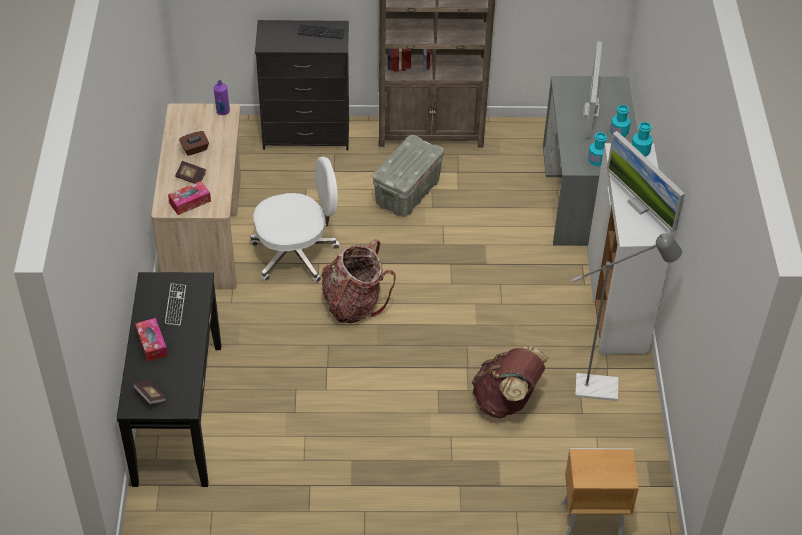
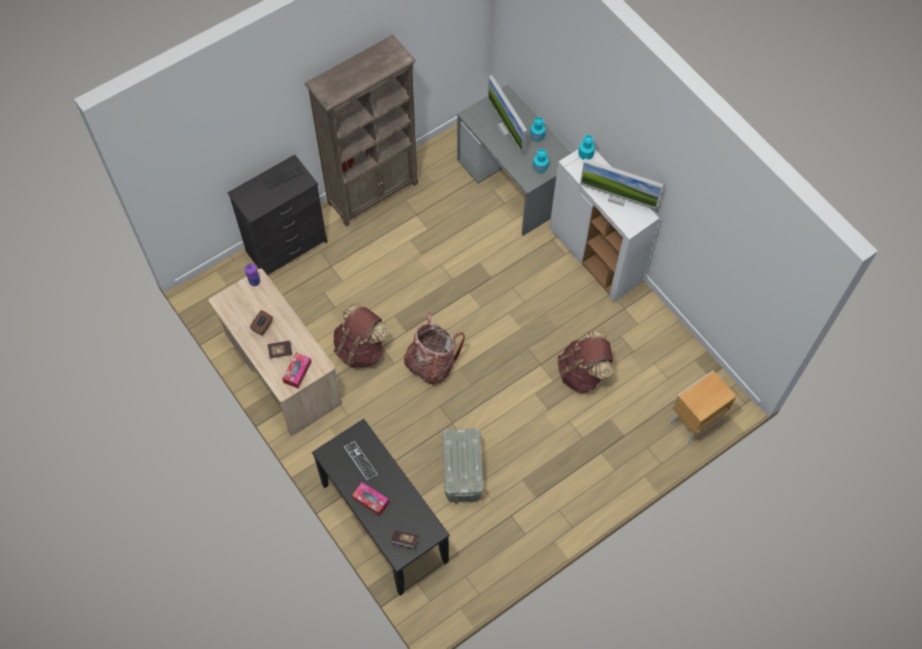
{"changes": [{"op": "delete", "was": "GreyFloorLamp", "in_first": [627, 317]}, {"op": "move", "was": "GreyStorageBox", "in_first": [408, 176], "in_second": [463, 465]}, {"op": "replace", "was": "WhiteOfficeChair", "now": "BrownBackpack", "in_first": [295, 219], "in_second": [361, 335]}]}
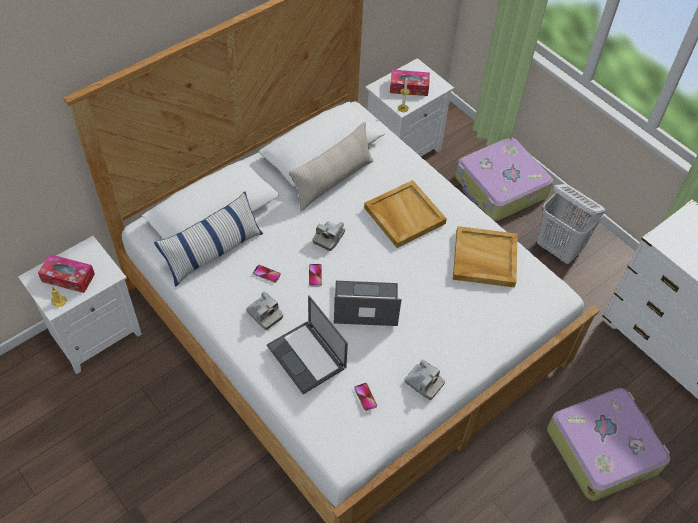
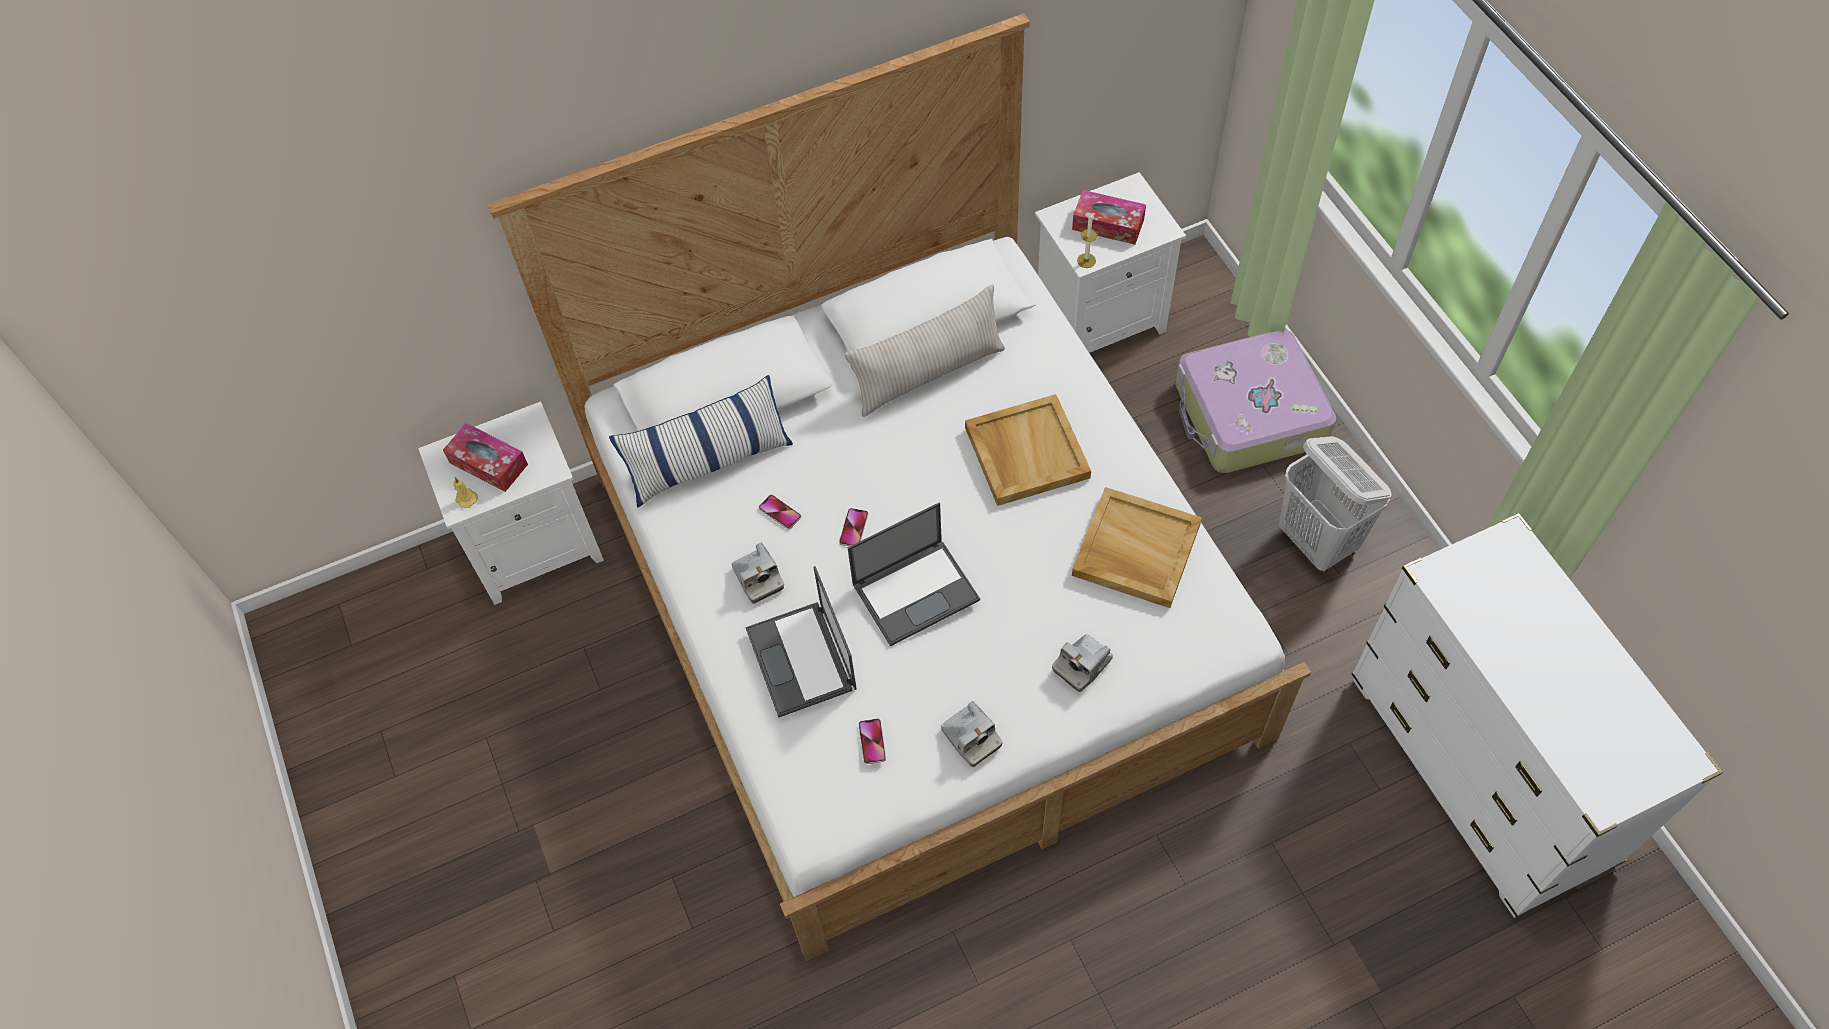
{"changes": [{"op": "delete", "was": "Suitcase", "in_first": [608, 444]}, {"op": "move", "was": "PhotoCamera", "in_first": [329, 236], "in_second": [1082, 663]}, {"op": "rotate", "was": "Laptop", "in_first": [368, 303], "in_second": [914, 574], "clockwise": 135}]}
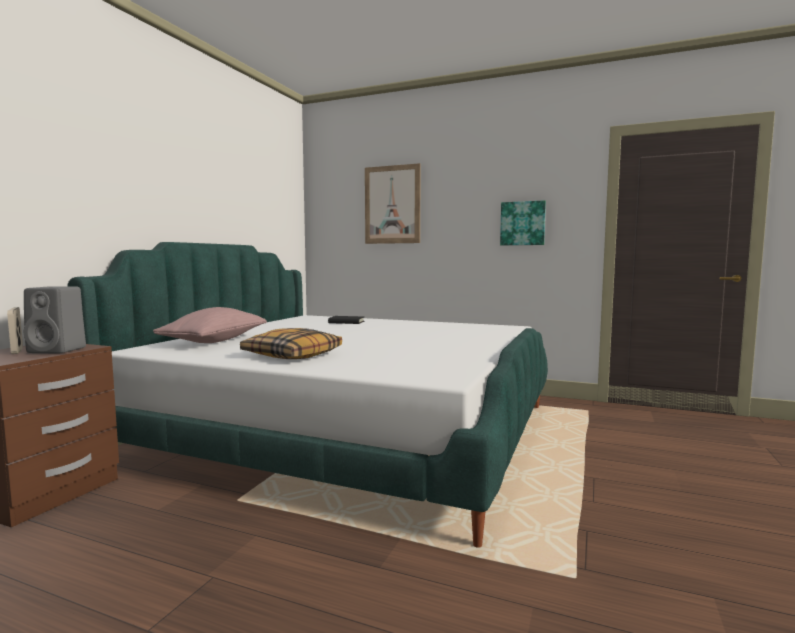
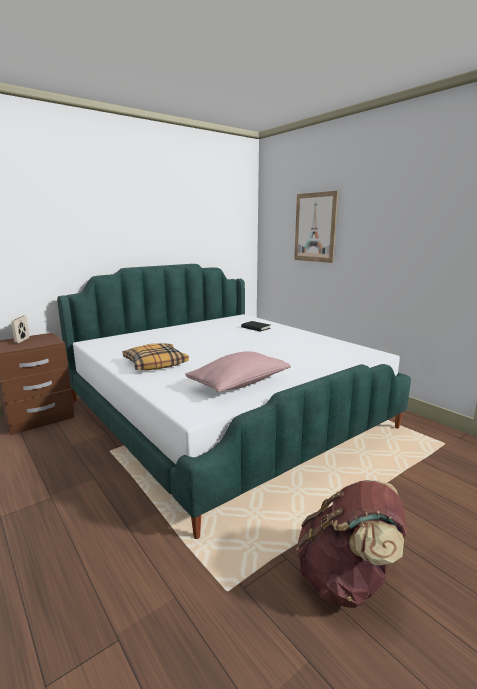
{"changes": [{"op": "delete", "was": "GreySpeaker", "in_first": [55, 320]}, {"op": "delete", "was": "Picture", "in_first": [523, 222]}, {"op": "insert", "now": "BrownBackpack", "in_second": [351, 544]}, {"op": "move", "was": "PinkPillow", "in_first": [210, 325], "in_second": [238, 372]}]}
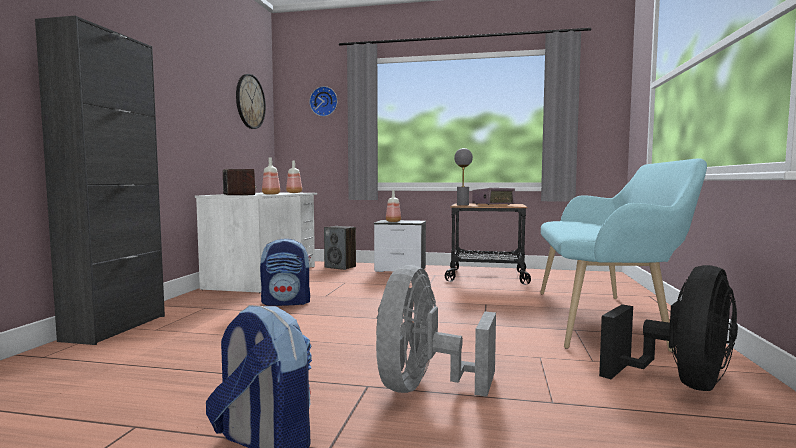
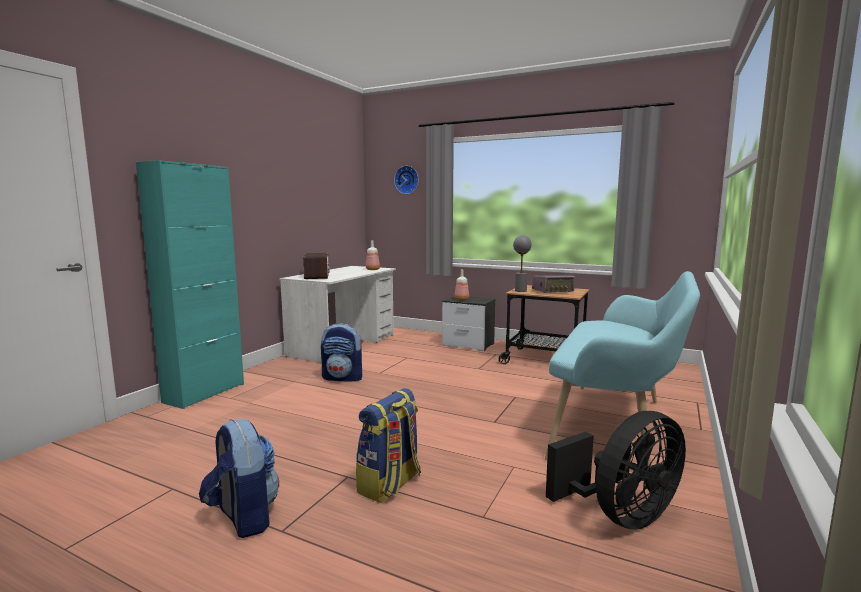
{"changes": [{"op": "delete", "was": "WallClock", "in_first": [251, 101]}, {"op": "delete", "was": "Bottle", "in_first": [271, 176]}, {"op": "delete", "was": "Speaker", "in_first": [340, 248]}, {"op": "replace", "was": "GreyFan", "now": "Backpack", "in_first": [436, 331], "in_second": [388, 445]}, {"op": "recolor", "was": "BlackCabinet", "now": "TurquoiseCabinet", "in_first": [100, 180], "in_second": [190, 284]}]}
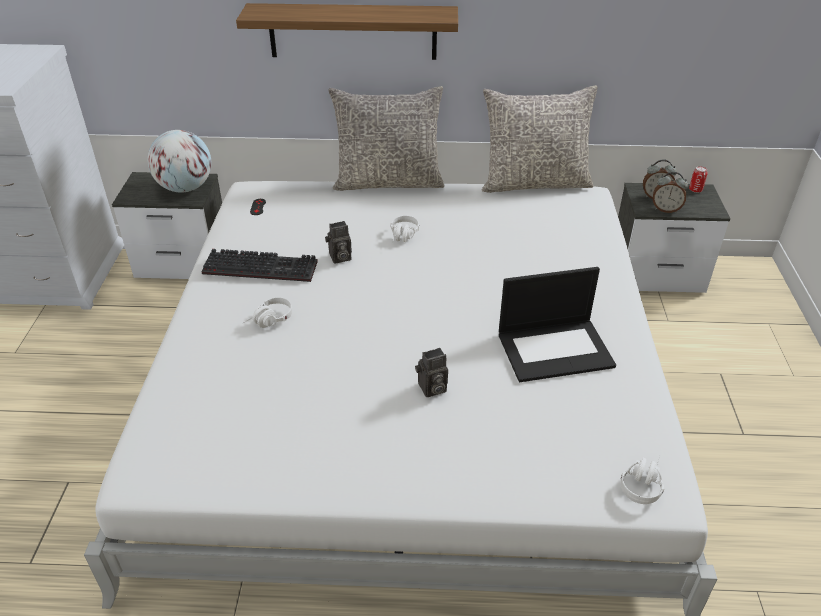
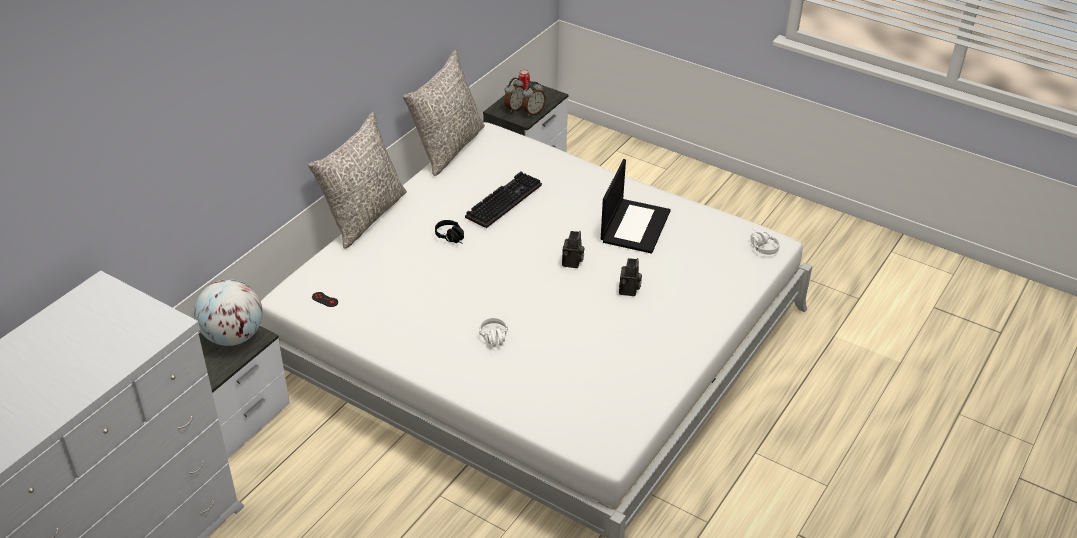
{"changes": [{"op": "delete", "was": "Shelf", "in_first": [347, 31]}, {"op": "move", "was": "Keyboard", "in_first": [259, 265], "in_second": [503, 200]}, {"op": "move", "was": "PhotoCamera", "in_first": [338, 242], "in_second": [573, 249]}, {"op": "recolor", "was": "WhiteHeadphones", "now": "BlackHeadphones", "in_first": [404, 229], "in_second": [449, 232]}]}
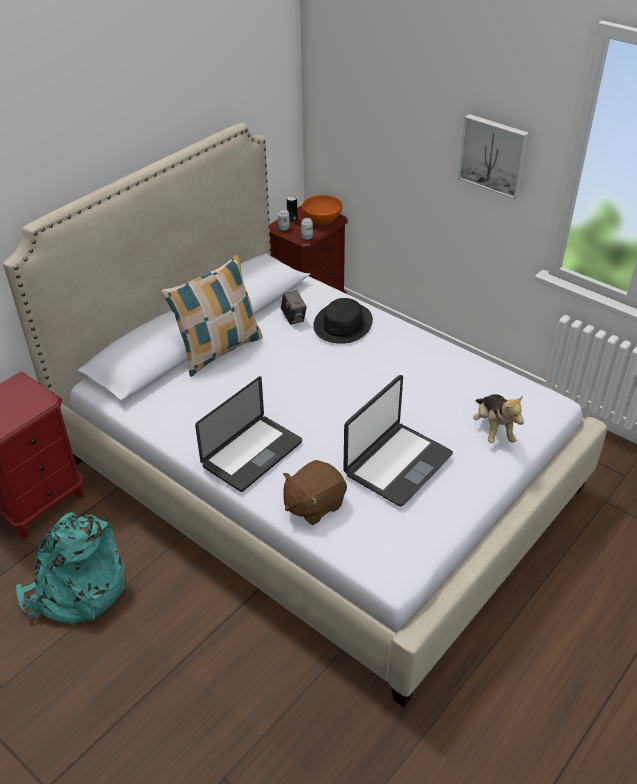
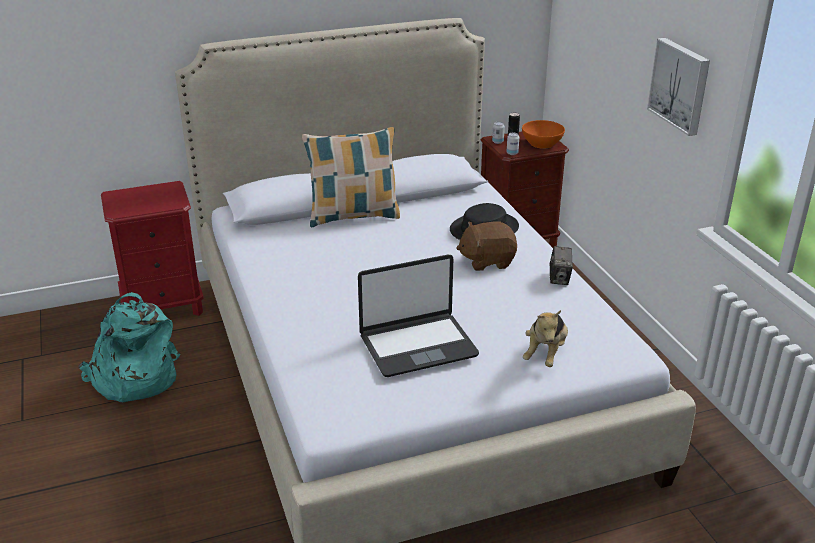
{"changes": [{"op": "delete", "was": "Laptop", "in_first": [248, 434]}, {"op": "move", "was": "PhotoCamera", "in_first": [294, 307], "in_second": [561, 265]}, {"op": "move", "was": "BrownPlushToy", "in_first": [315, 492], "in_second": [486, 246]}]}
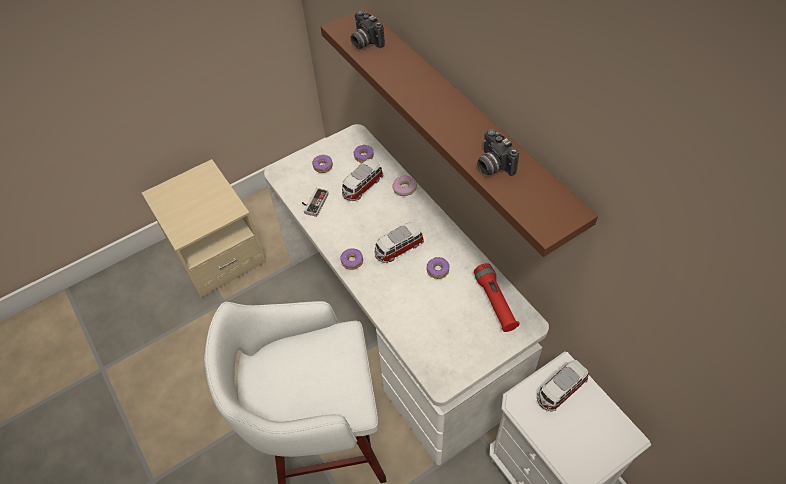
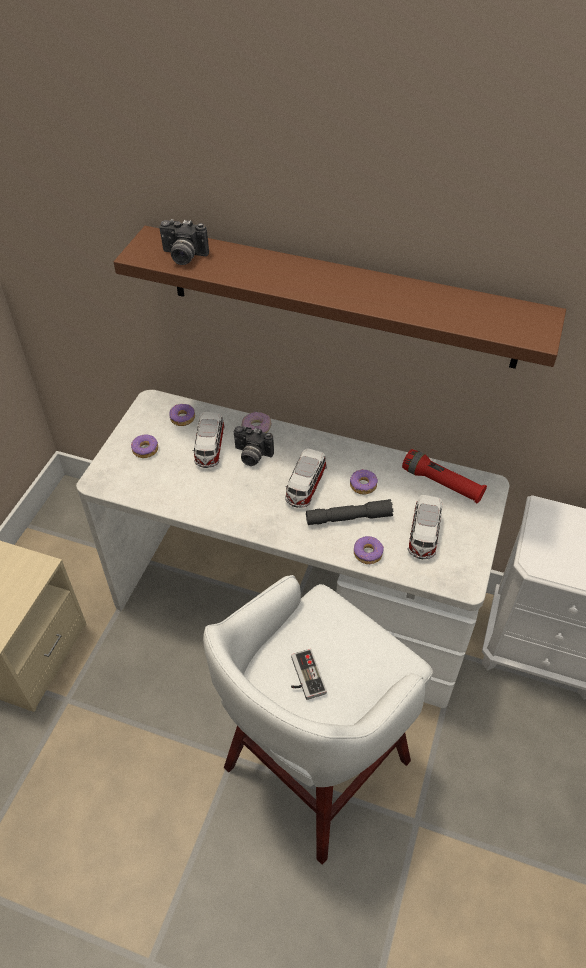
{"changes": [{"op": "insert", "now": "GreyFlashlight", "in_second": [349, 512]}, {"op": "move", "was": "GameController", "in_first": [315, 202], "in_second": [309, 674]}, {"op": "move", "was": "Donut", "in_first": [351, 259], "in_second": [369, 550]}, {"op": "move", "was": "PhotoCamera", "in_first": [498, 152], "in_second": [254, 446]}, {"op": "move", "was": "ToyCar", "in_first": [563, 386], "in_second": [425, 527]}]}
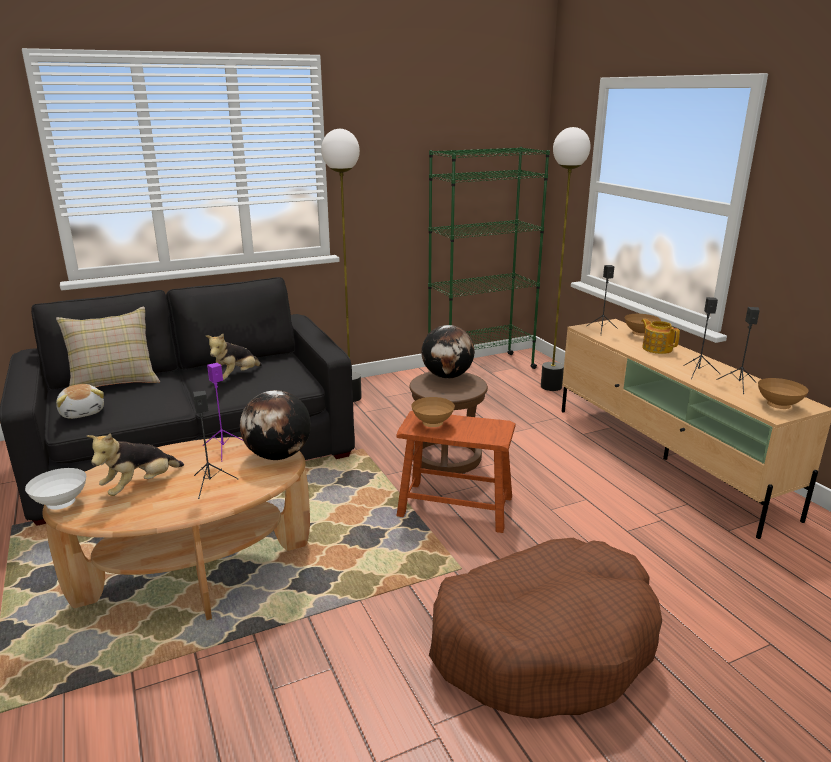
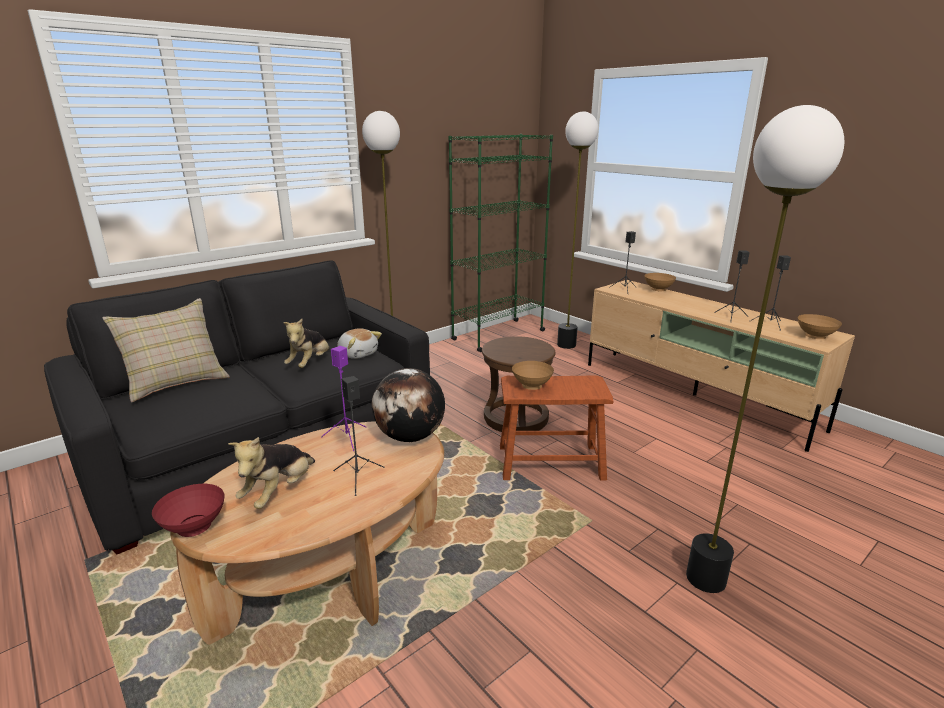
{"changes": [{"op": "delete", "was": "Globe", "in_first": [448, 352]}, {"op": "delete", "was": "Teapot", "in_first": [660, 336]}, {"op": "move", "was": "PlushToy", "in_first": [80, 401], "in_second": [359, 343]}, {"op": "replace", "was": "BrownDogBed", "now": "FloorLamp", "in_first": [545, 628], "in_second": [765, 349]}, {"op": "recolor", "was": "WhiteBowl", "now": "RedBowl", "in_first": [55, 489], "in_second": [188, 510]}]}
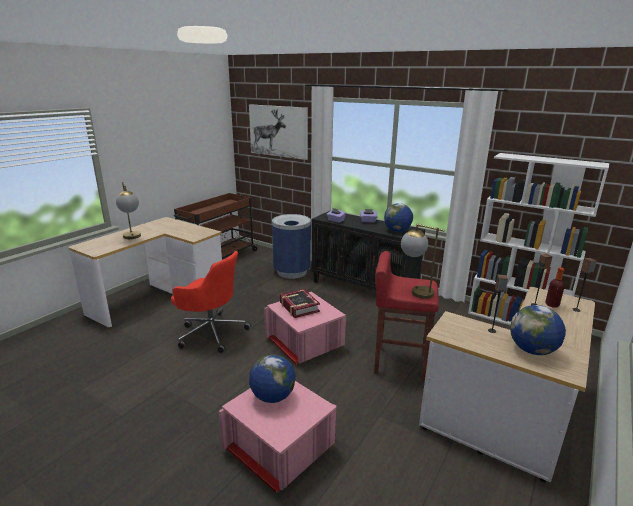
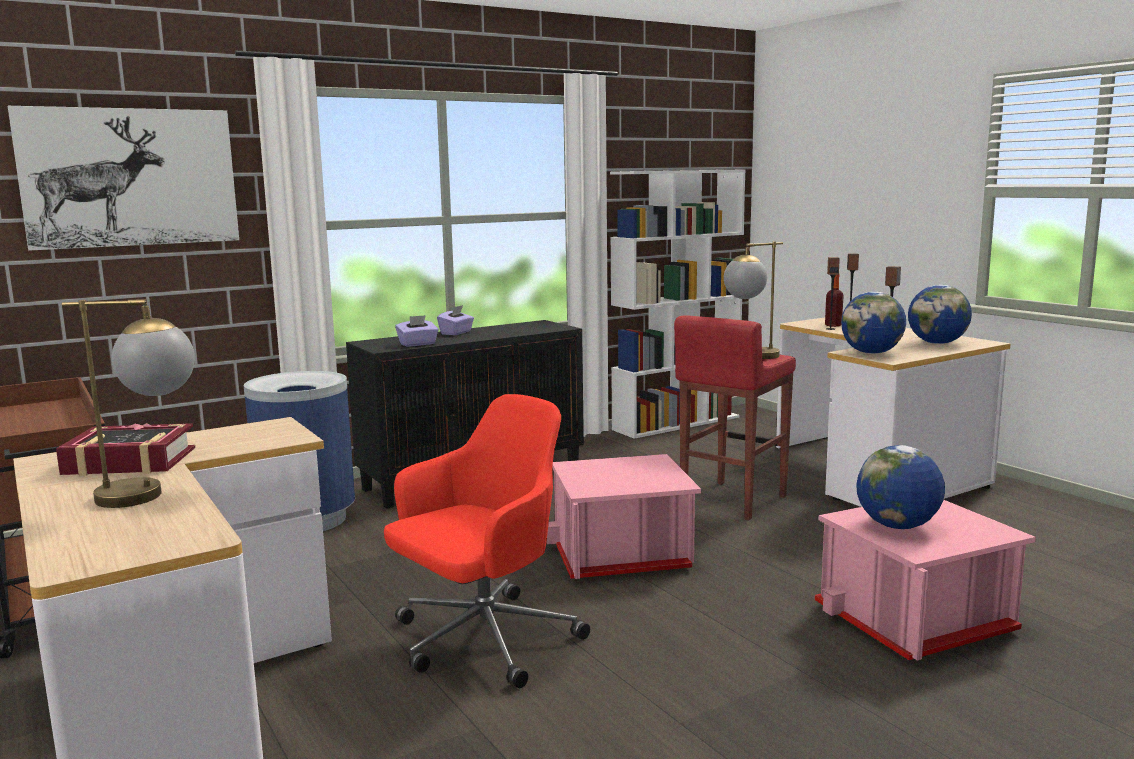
{"changes": [{"op": "move", "was": "Book", "in_first": [300, 303], "in_second": [125, 449]}, {"op": "move", "was": "Globe", "in_first": [398, 217], "in_second": [873, 323]}]}
